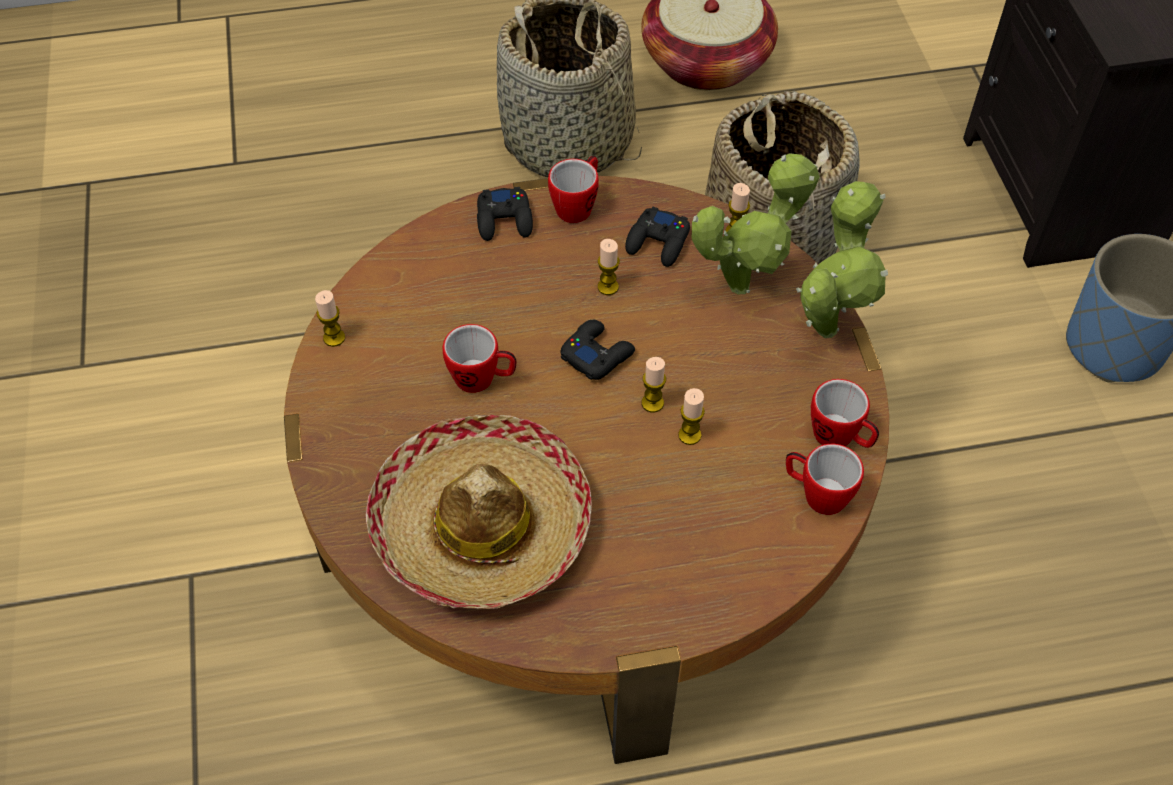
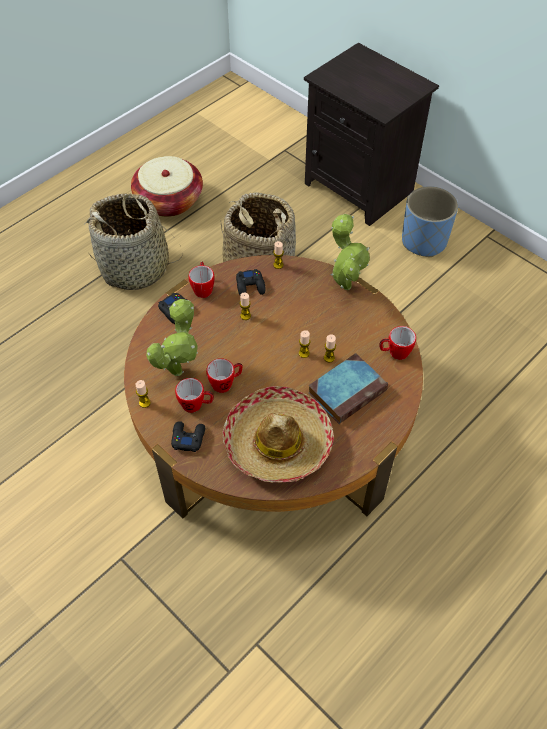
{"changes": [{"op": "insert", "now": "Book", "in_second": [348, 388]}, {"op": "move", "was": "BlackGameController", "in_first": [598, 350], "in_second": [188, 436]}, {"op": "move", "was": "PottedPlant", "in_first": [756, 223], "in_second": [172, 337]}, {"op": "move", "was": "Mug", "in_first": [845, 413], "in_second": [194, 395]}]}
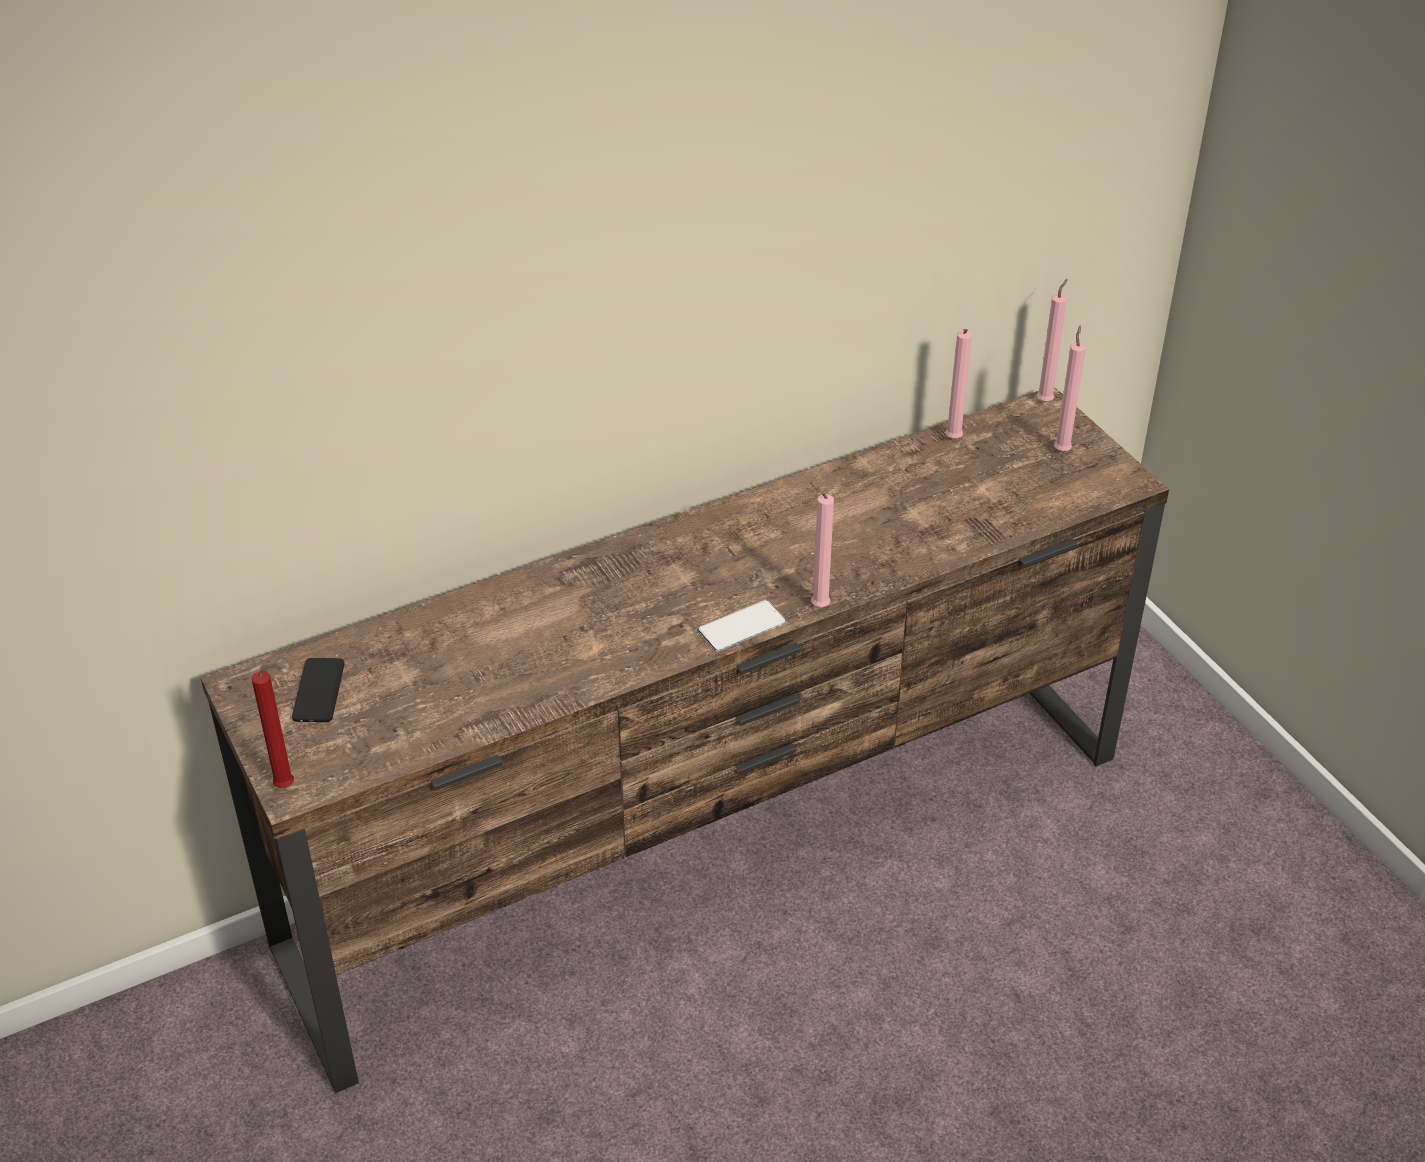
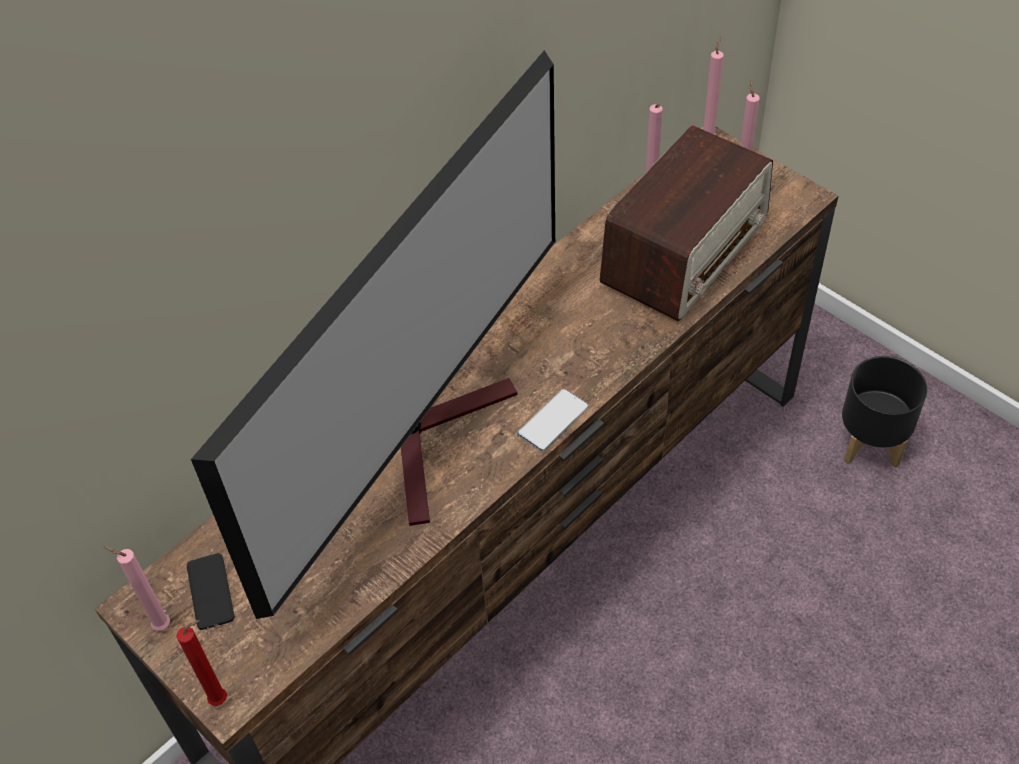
{"changes": [{"op": "insert", "now": "Television", "in_second": [373, 334]}, {"op": "insert", "now": "Radio", "in_second": [686, 223]}, {"op": "insert", "now": "BlackPlanter", "in_second": [884, 412]}, {"op": "move", "was": "PinkCandle", "in_first": [822, 544], "in_second": [136, 588]}]}
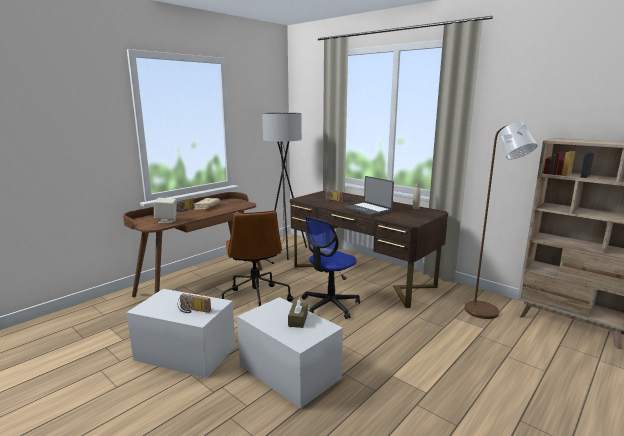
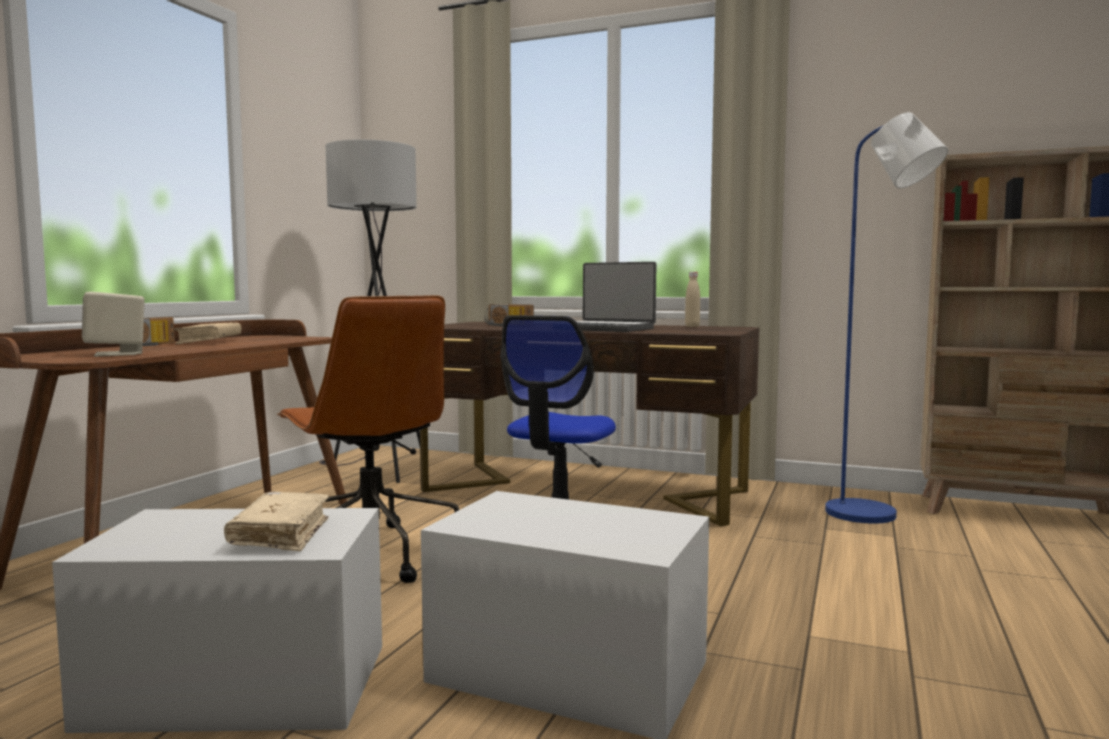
{"changes": [{"op": "delete", "was": "BrownTissueBox", "in_first": [298, 313]}, {"op": "replace", "was": "Radio", "now": "BeigeBook", "in_first": [194, 303], "in_second": [276, 521]}, {"op": "recolor", "was": "BrownFloorLamp", "now": "BlueFloorLamp", "in_first": [501, 220], "in_second": [886, 318]}]}
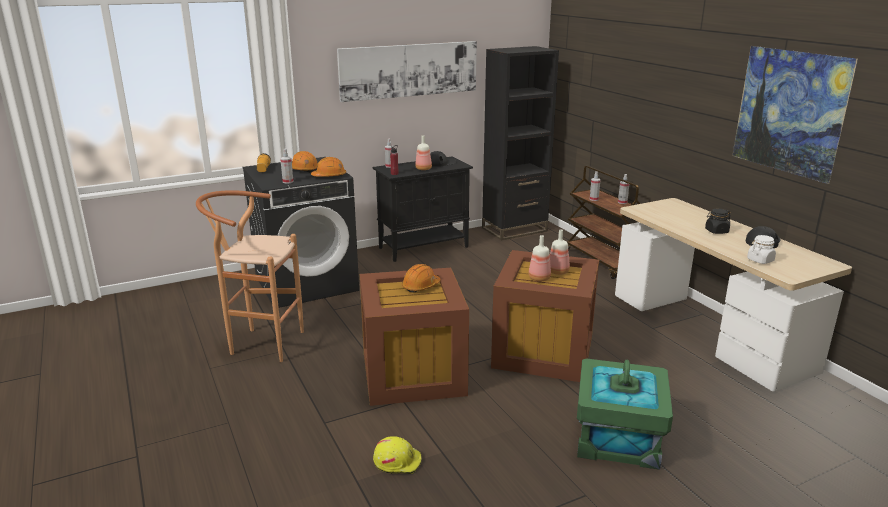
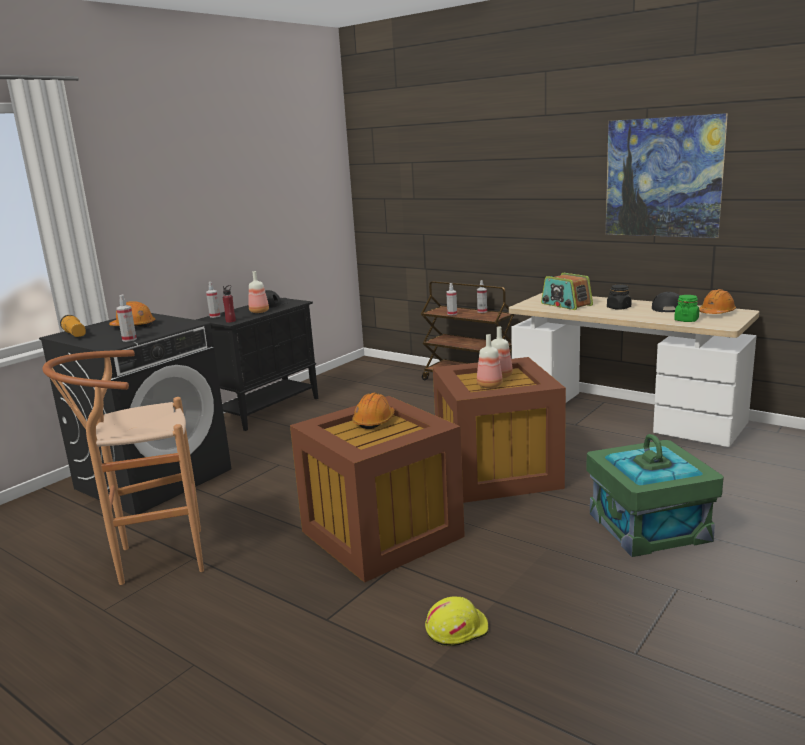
{"changes": [{"op": "delete", "was": "Picture", "in_first": [407, 71]}, {"op": "delete", "was": "BlackBookcase", "in_first": [520, 143]}, {"op": "insert", "now": "Radio", "in_second": [567, 291]}, {"op": "move", "was": "OrangeHardHat", "in_first": [328, 167], "in_second": [717, 301]}, {"op": "recolor", "was": "WhiteJar", "now": "GreenJar", "in_first": [761, 249], "in_second": [686, 308]}]}
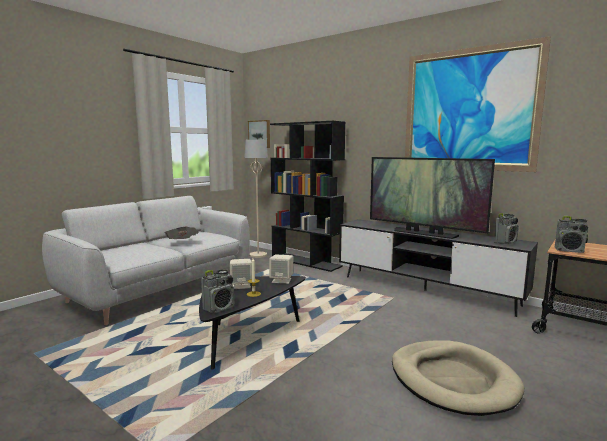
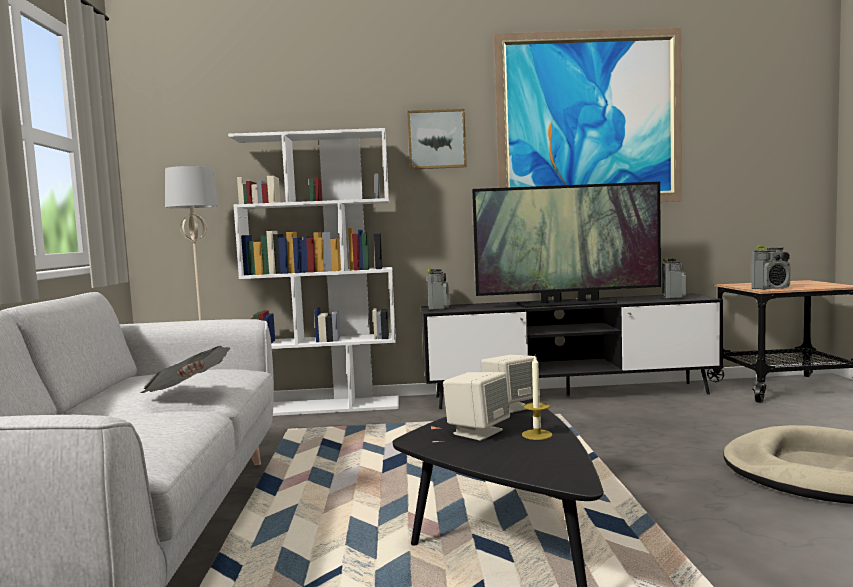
{"changes": [{"op": "move", "was": "Radio", "in_first": [217, 291], "in_second": [438, 289]}, {"op": "move", "was": "Picture", "in_first": [259, 134], "in_second": [437, 139]}, {"op": "recolor", "was": "BlackBookcase", "now": "WhiteBookcase", "in_first": [307, 196], "in_second": [313, 272]}]}
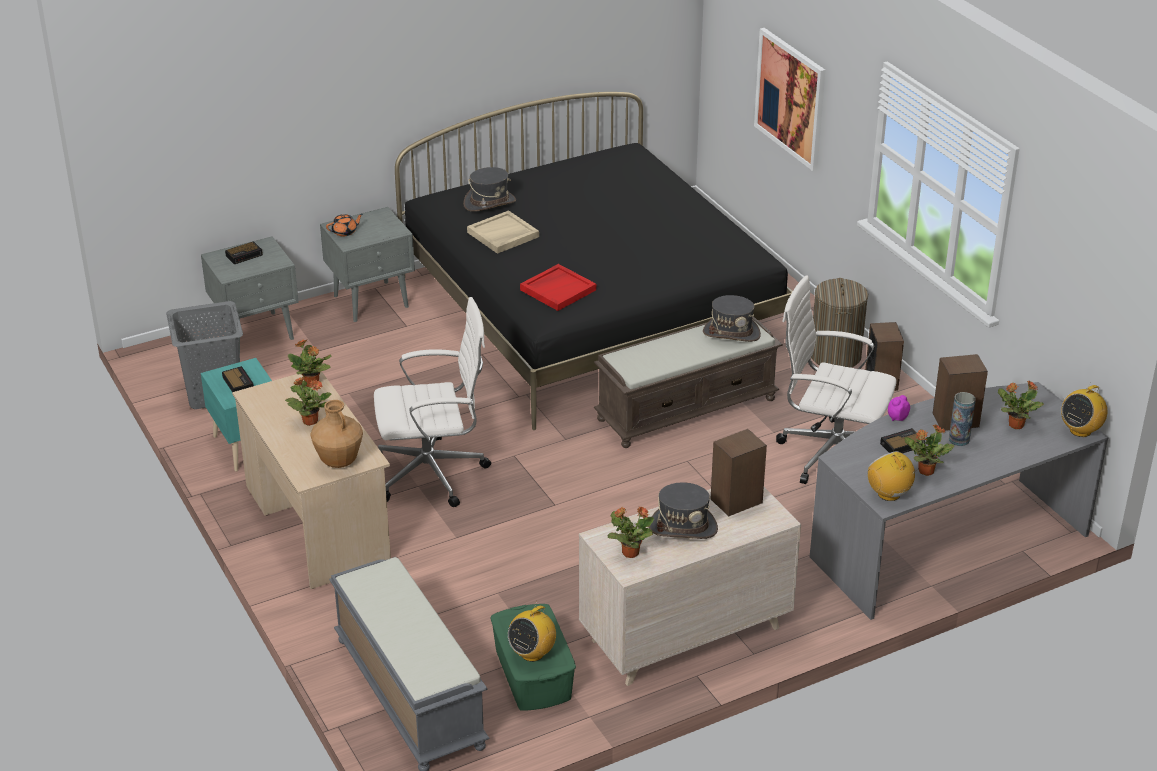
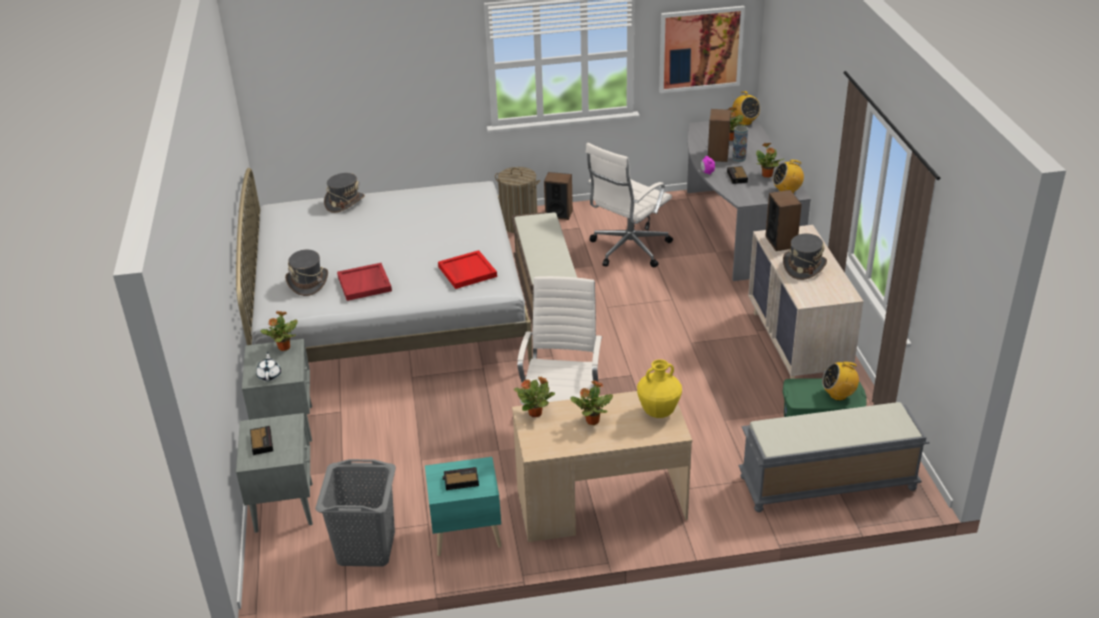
{"changes": [{"op": "move", "was": "PottedPlant", "in_first": [630, 532], "in_second": [279, 331]}, {"op": "move", "was": "GreyHat", "in_first": [732, 318], "in_second": [344, 193]}, {"op": "move", "was": "Picture", "in_first": [789, 99], "in_second": [702, 49]}, {"op": "recolor", "was": "BrownVase", "now": "YellowVase", "in_first": [336, 434], "in_second": [659, 388]}, {"op": "recolor", "was": "OrangeTeapot", "now": "WhiteTeapot", "in_first": [344, 225], "in_second": [268, 366]}, {"op": "recolor", "was": "BlackBed", "now": "WhiteBed", "in_first": [594, 261], "in_second": [384, 265]}, {"op": "recolor", "was": "BeigeTray", "now": "RedTray", "in_first": [503, 232], "in_second": [364, 282]}, {"op": "rotate", "was": "Radio", "in_first": [532, 633], "in_second": [840, 381], "clockwise": 120}]}
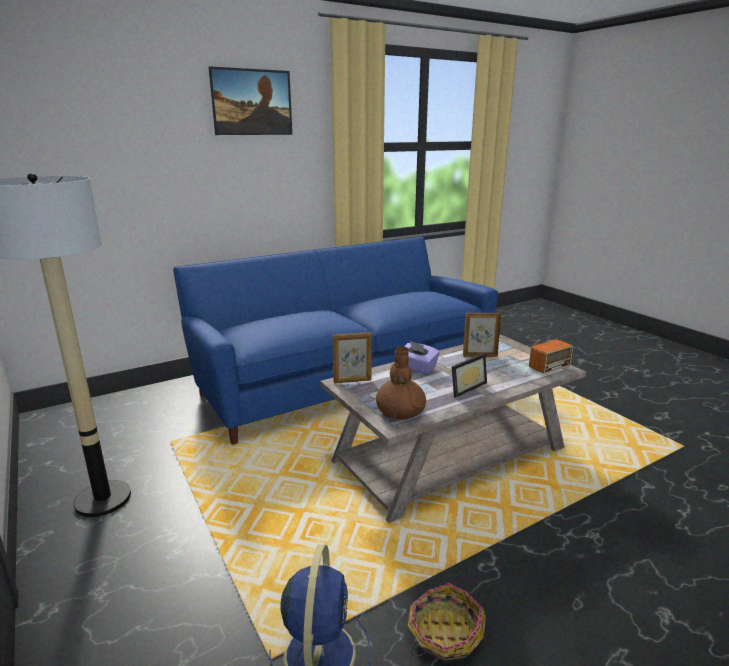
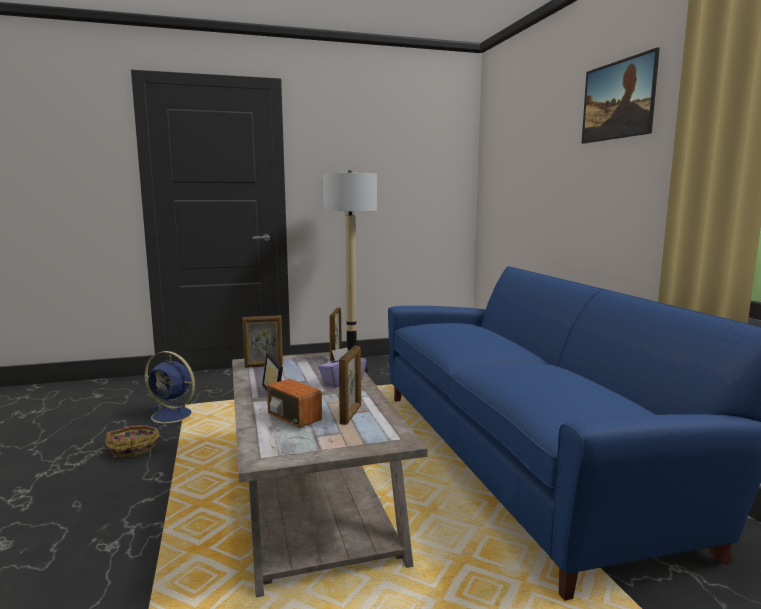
{"changes": [{"op": "replace", "was": "BrownVase", "now": "PictureFrame", "in_first": [401, 383], "in_second": [262, 341]}, {"op": "rotate", "was": "Radio", "in_first": [529, 357], "in_second": [301, 419], "clockwise": 150}]}
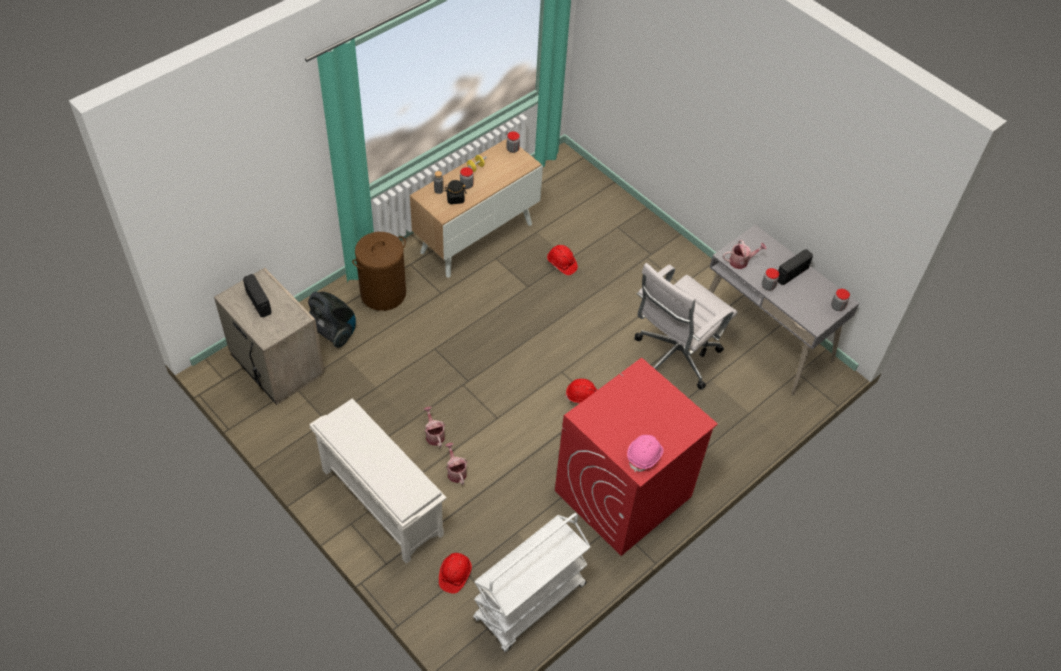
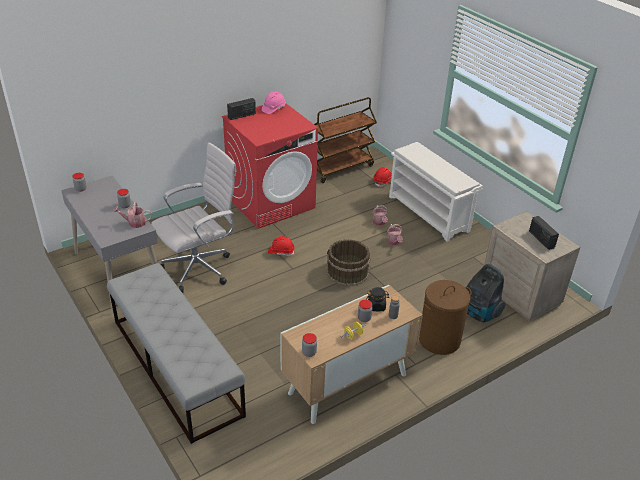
{"changes": [{"op": "delete", "was": "RedHardHat", "in_first": [562, 260]}, {"op": "insert", "now": "GreyBench", "in_second": [176, 353]}, {"op": "insert", "now": "BrownBucket", "in_second": [348, 262]}, {"op": "move", "was": "Radio", "in_first": [795, 267], "in_second": [241, 109]}, {"op": "recolor", "was": "WhiteCart", "now": "BrownCart", "in_first": [532, 582], "in_second": [345, 140]}]}
